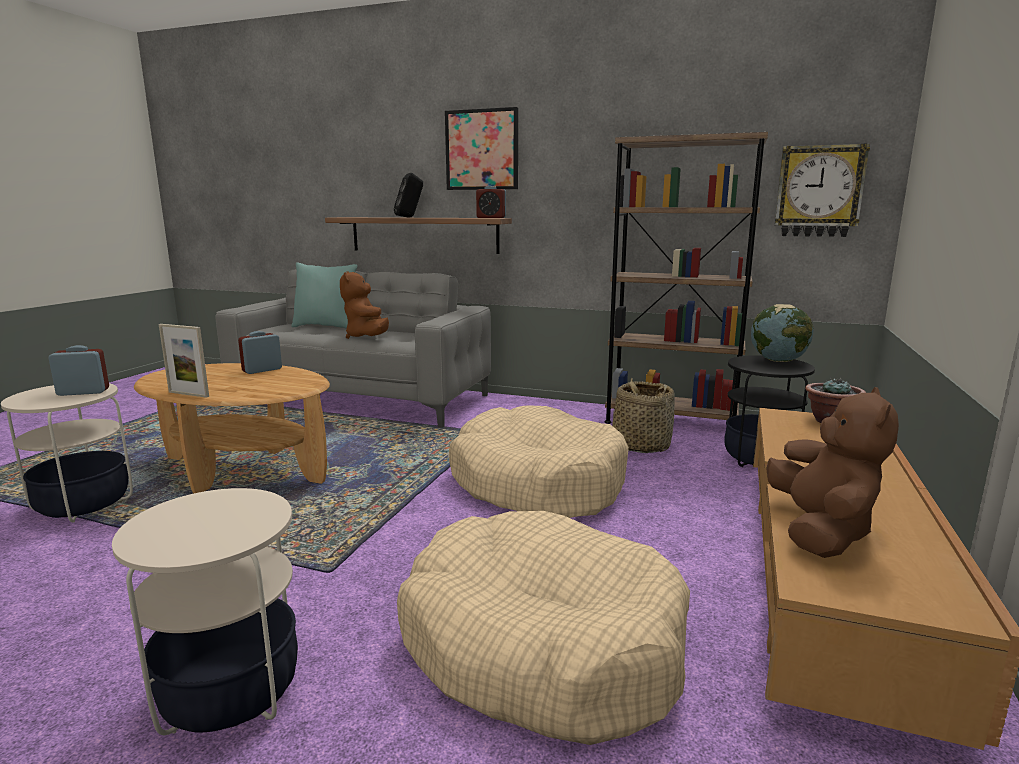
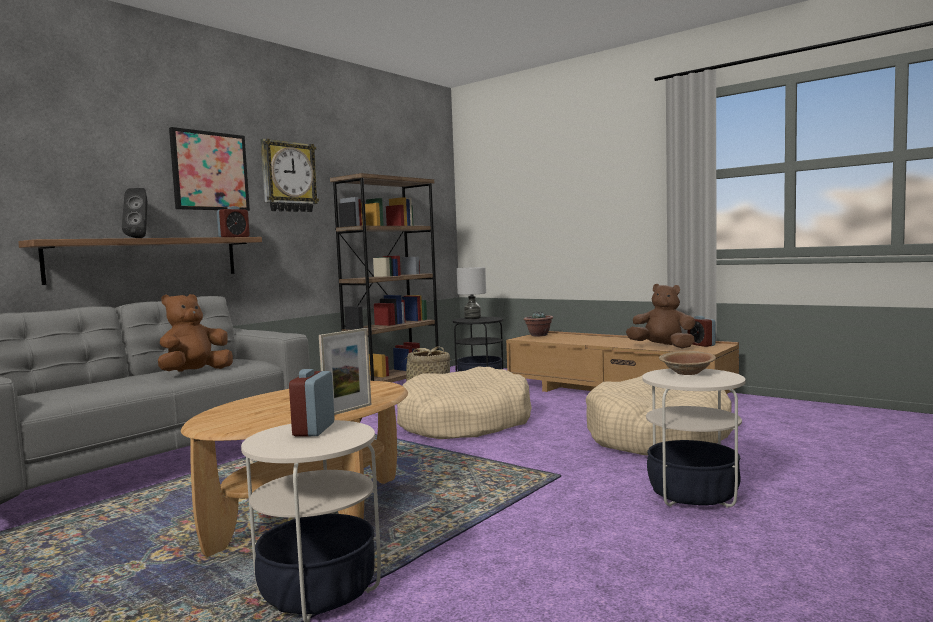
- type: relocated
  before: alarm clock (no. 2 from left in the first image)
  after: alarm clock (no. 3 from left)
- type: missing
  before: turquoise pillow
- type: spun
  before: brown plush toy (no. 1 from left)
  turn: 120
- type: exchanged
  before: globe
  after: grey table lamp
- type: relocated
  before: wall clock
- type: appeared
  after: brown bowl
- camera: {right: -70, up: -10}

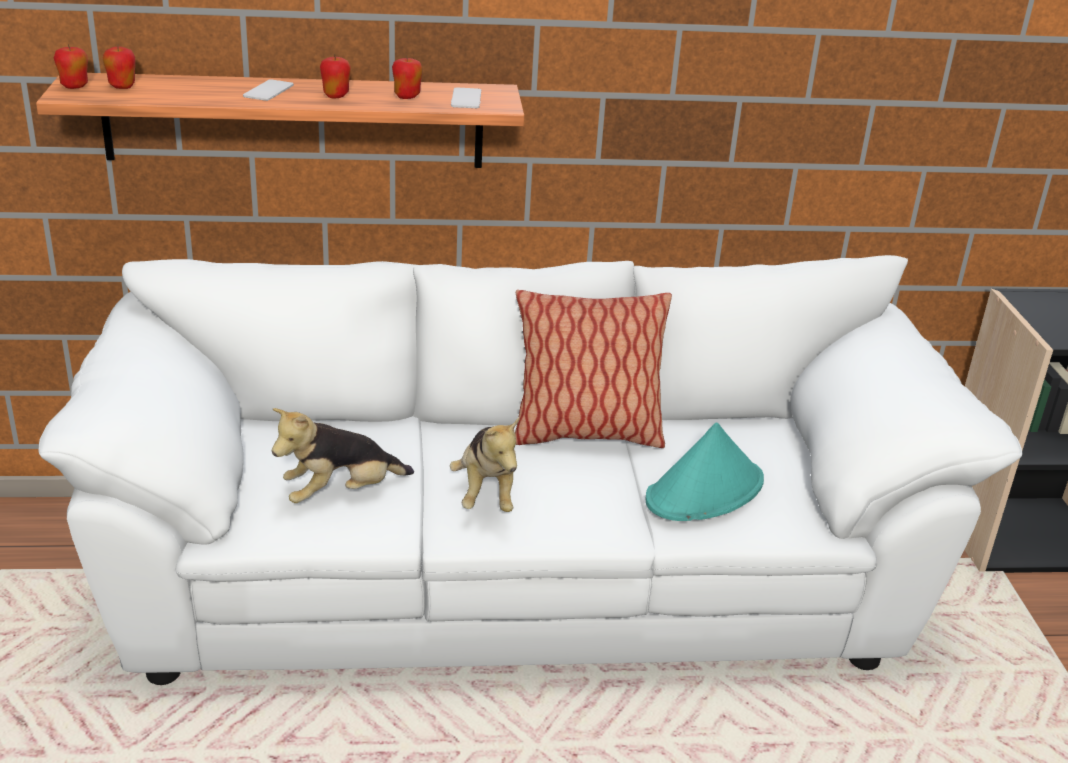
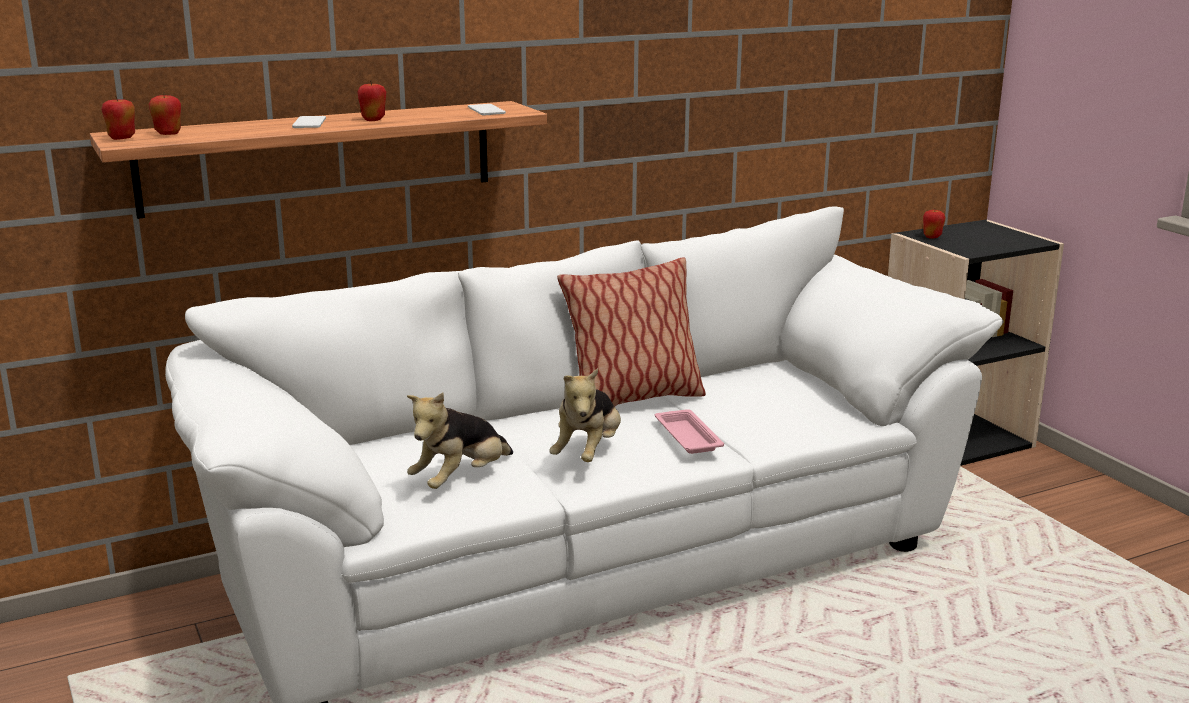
- type: relocated
  before: apple (no. 4 from left)
- type: spun
  before: plush toy (no. 2 from left)
  turn: 45
- type: missing
  before: turquoise hat
- type: appeared
  after: pink tray
- camera: {right: -20, up: -10}

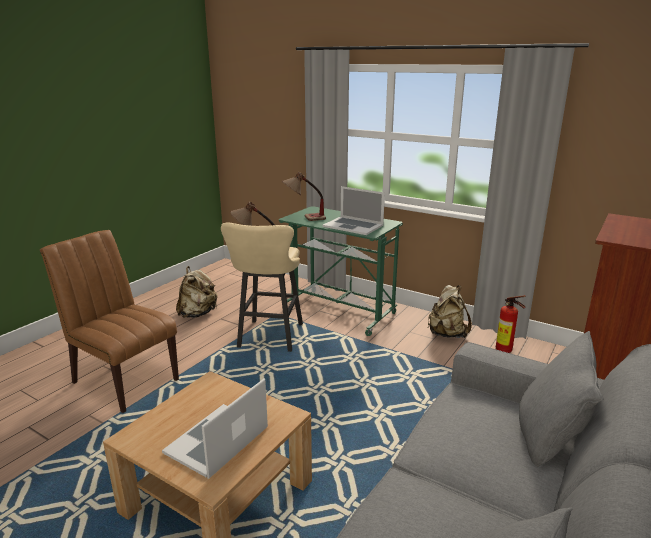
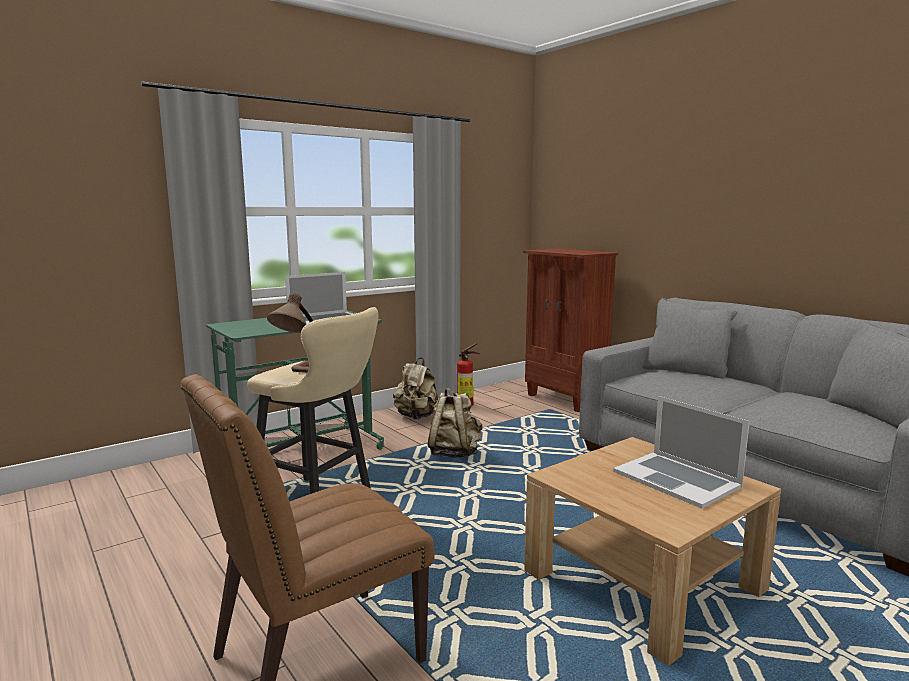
- type: relocated
  before: beige backpack (no. 1 from left in the first image)
  after: beige backpack (no. 2 from left)
- type: missing
  before: table lamp (no. 2 from left)
- camera: {right: -70, up: -10}

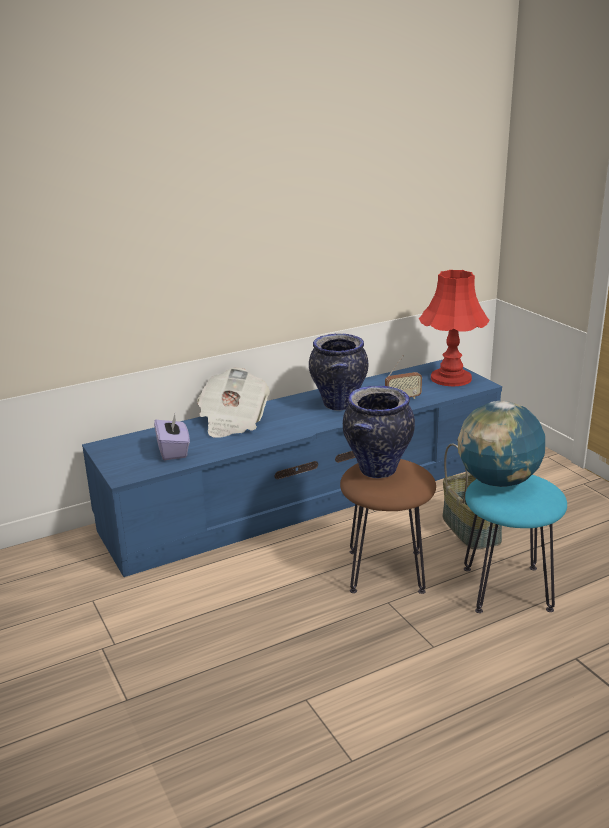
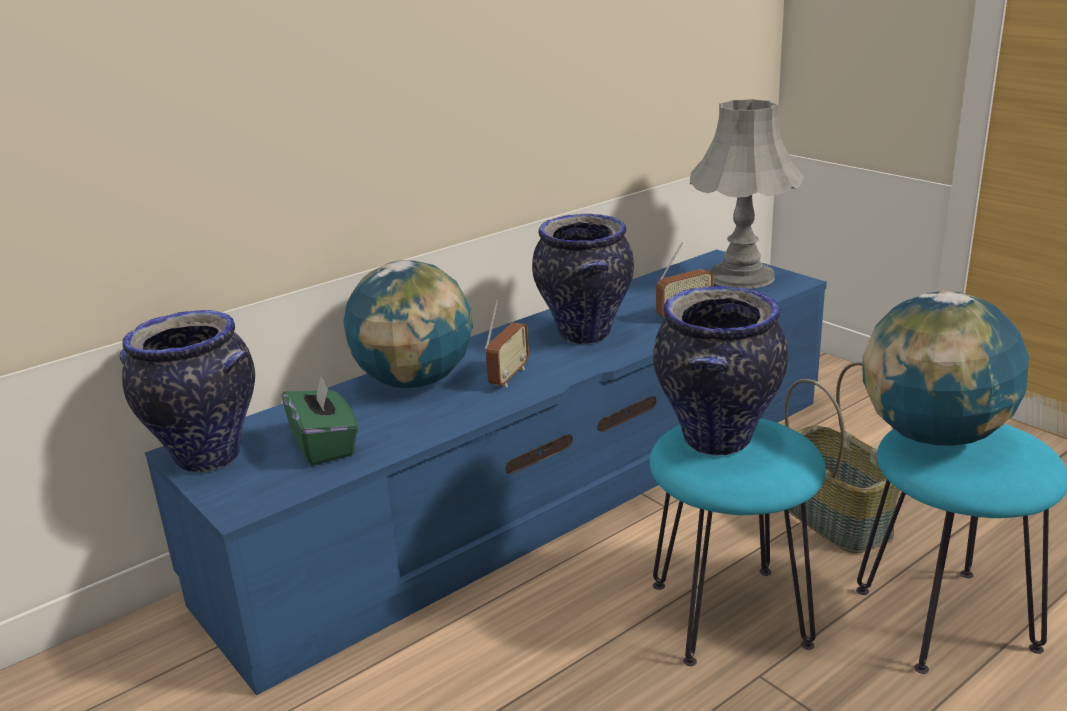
- type: colour
  before: purple tissue box
  after: green tissue box
- type: exchanged
  before: newspaper
  after: globe (no. 1 from left)
- type: colour
  before: brown stool
  after: turquoise stool (no. 1 from left)
- type: colour
  before: red table lamp
  after: grey table lamp
- type: appeared
  after: vase (no. 1 from left)
- type: appeared
  after: radio (no. 1 from left)
- camera: {right: -10, up: 0}

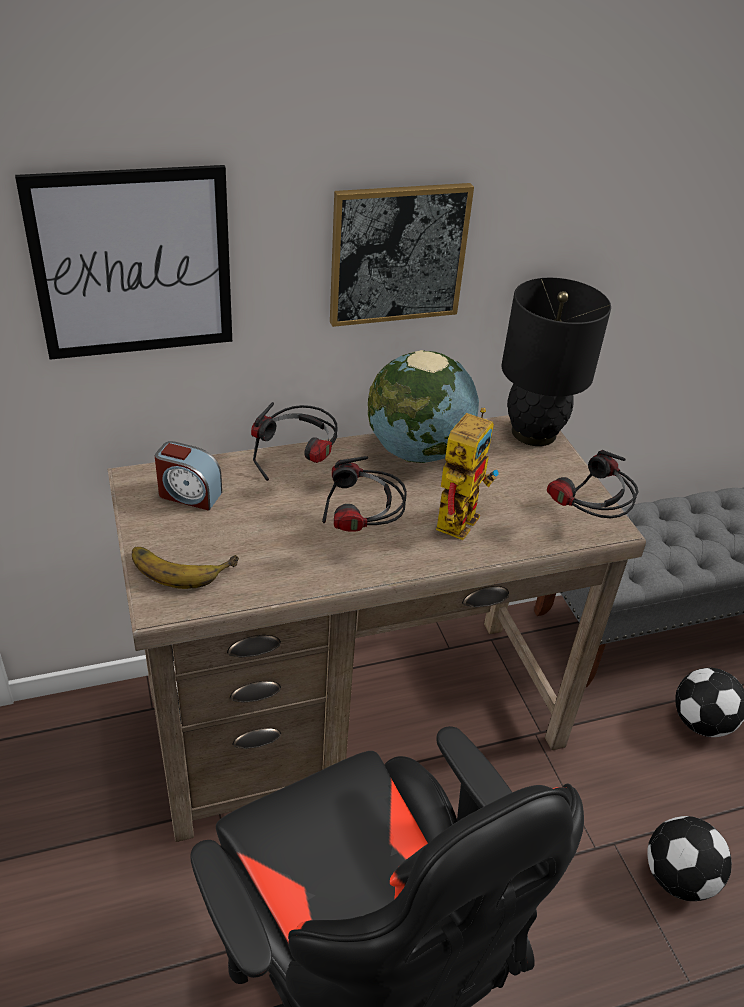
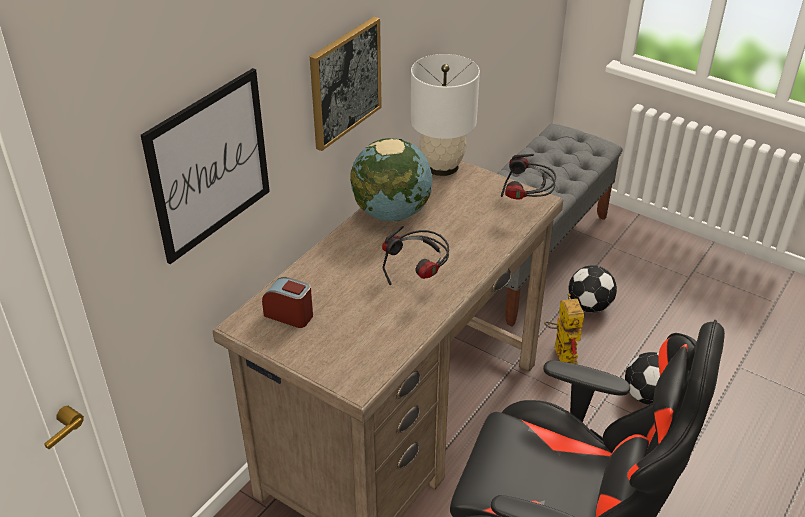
- type: missing
  before: banana
- type: spun
  before: alarm clock
  turn: -135
- type: missing
  before: headphones (no. 1 from left)
- type: relocated
  before: toy robot
- type: colour
  before: black table lamp
  after: white table lamp
- camera: {right: -35, up: 0}

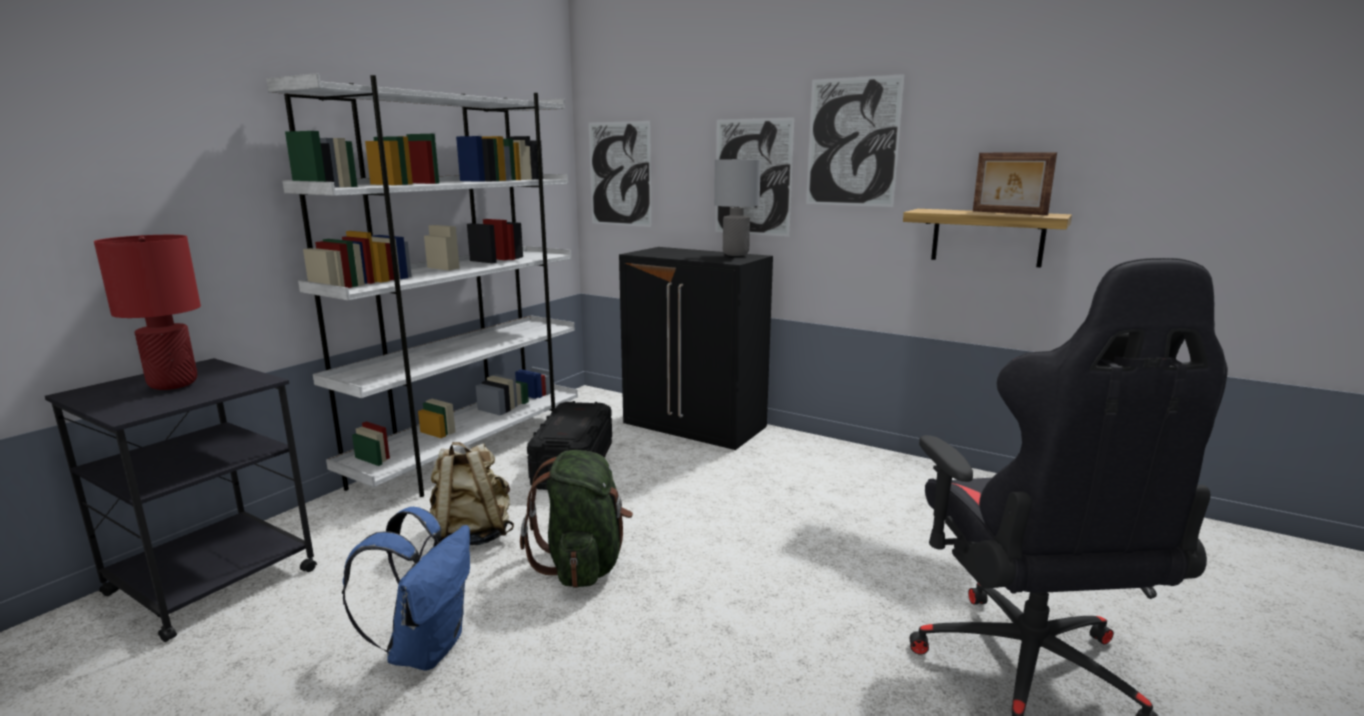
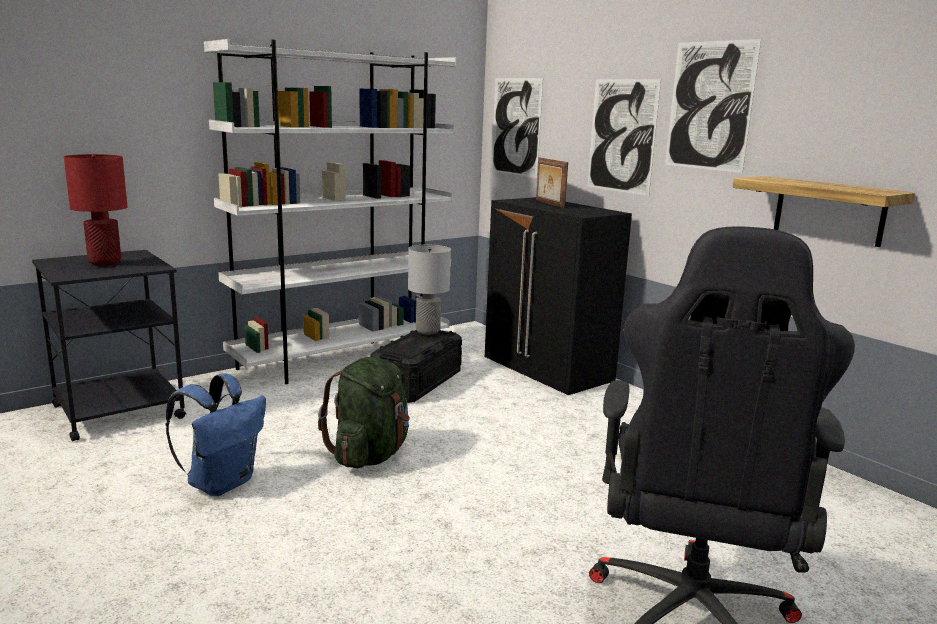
- type: missing
  before: beige backpack
- type: relocated
  before: grey table lamp
- type: relocated
  before: picture frame
- camera: {right: 20, up: 0}

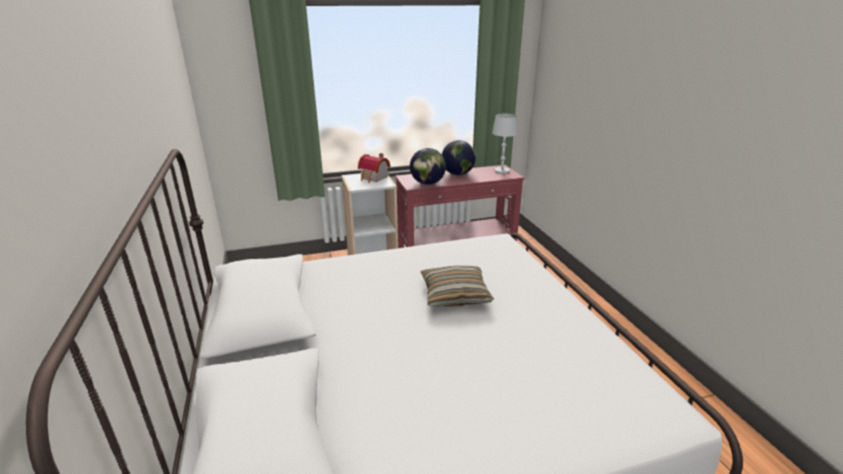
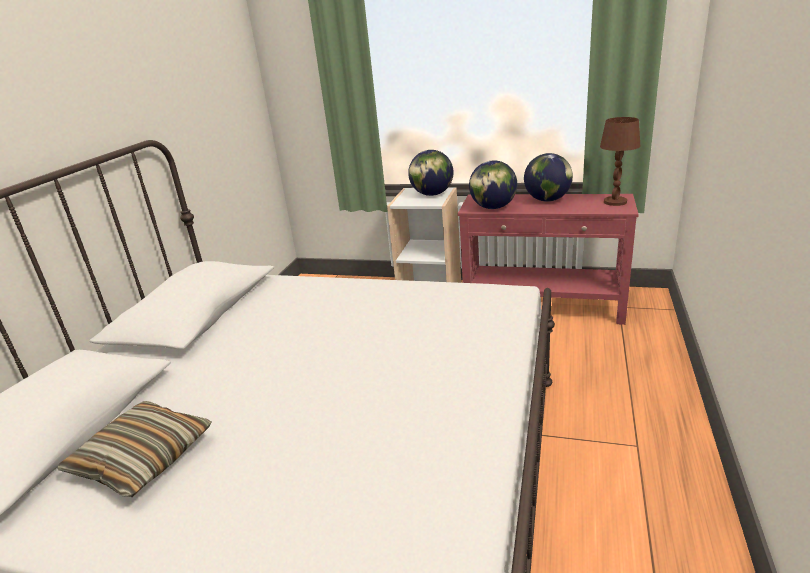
- type: exchanged
  before: toy house
  after: globe (no. 1 from left)
- type: relocated
  before: pillow
- type: colour
  before: white table lamp
  after: brown table lamp
- camera: {right: 35, up: 0}

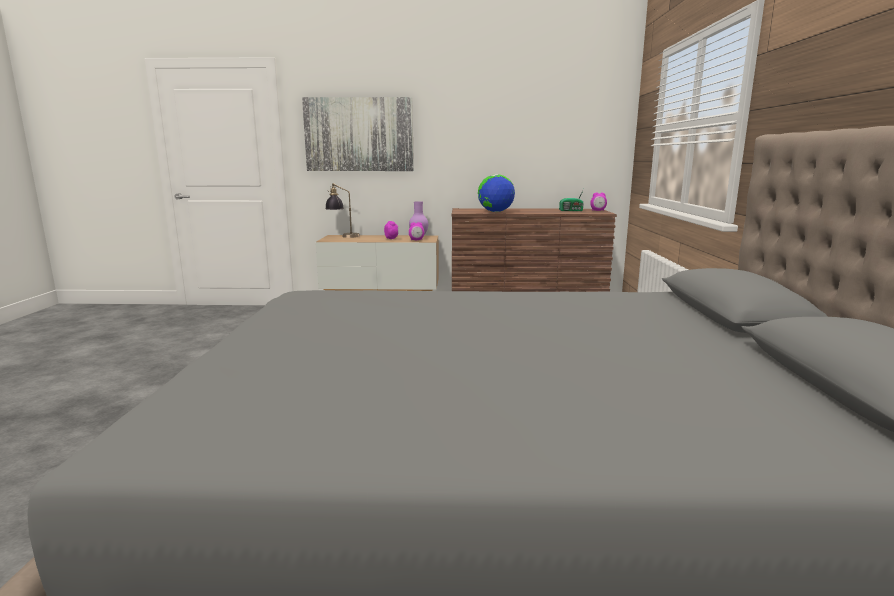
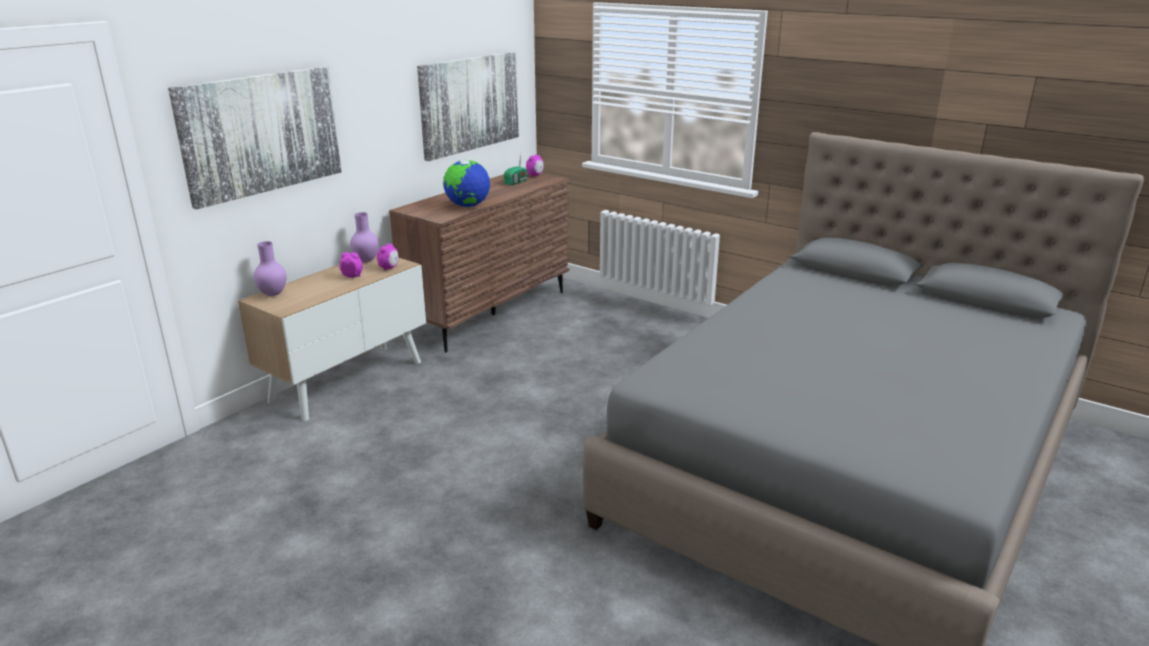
- type: exchanged
  before: table lamp
  after: purple vase (no. 1 from left)
- type: appeared
  after: picture (no. 2 from left)
- camera: {right: -55, up: 10}

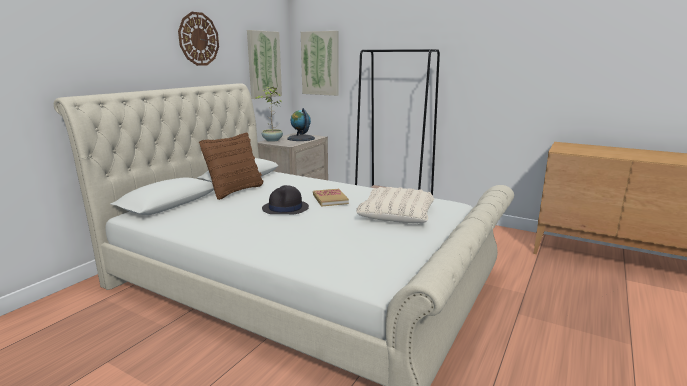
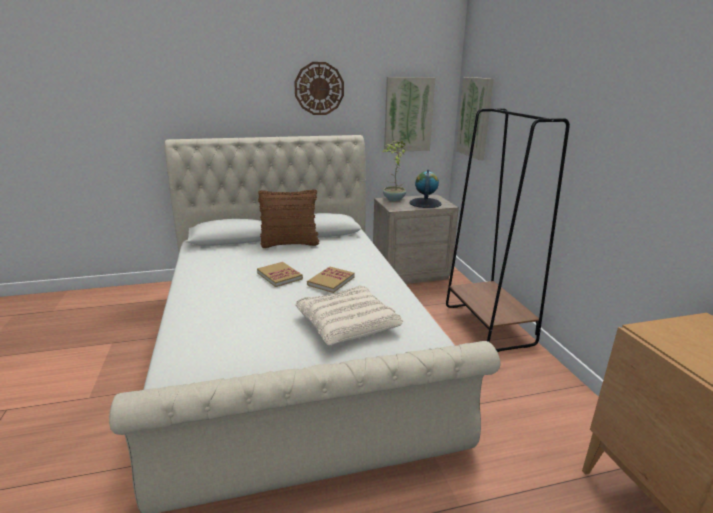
- type: exchanged
  before: black hat
  after: book (no. 1 from left)
- camera: {right: 45, up: 5}

